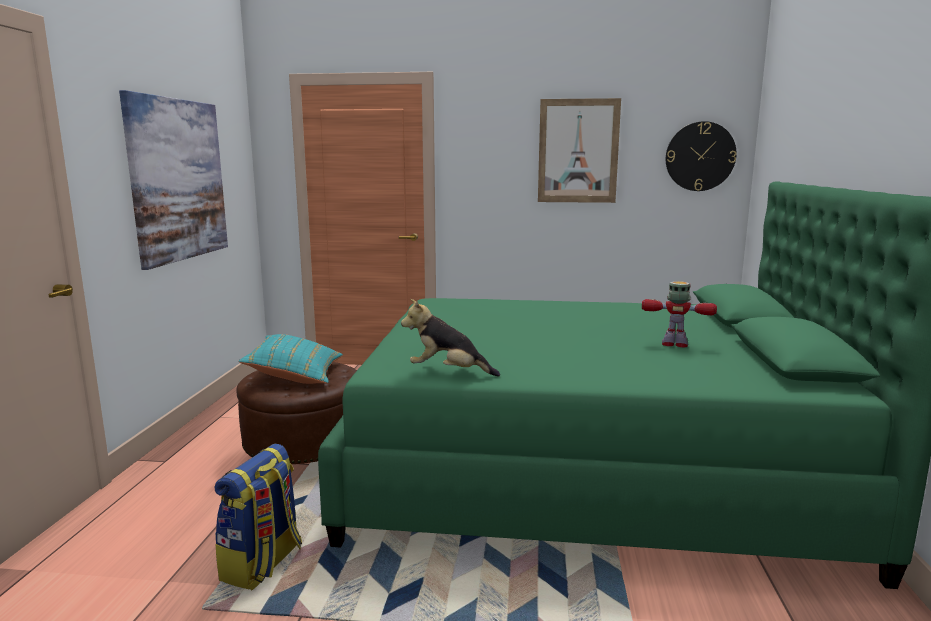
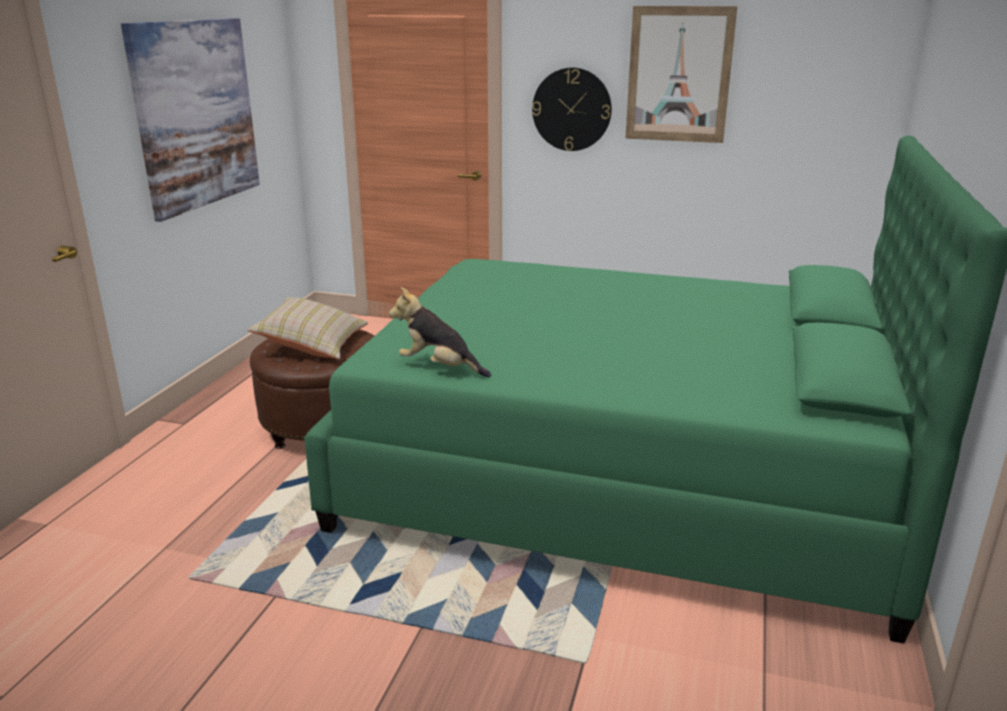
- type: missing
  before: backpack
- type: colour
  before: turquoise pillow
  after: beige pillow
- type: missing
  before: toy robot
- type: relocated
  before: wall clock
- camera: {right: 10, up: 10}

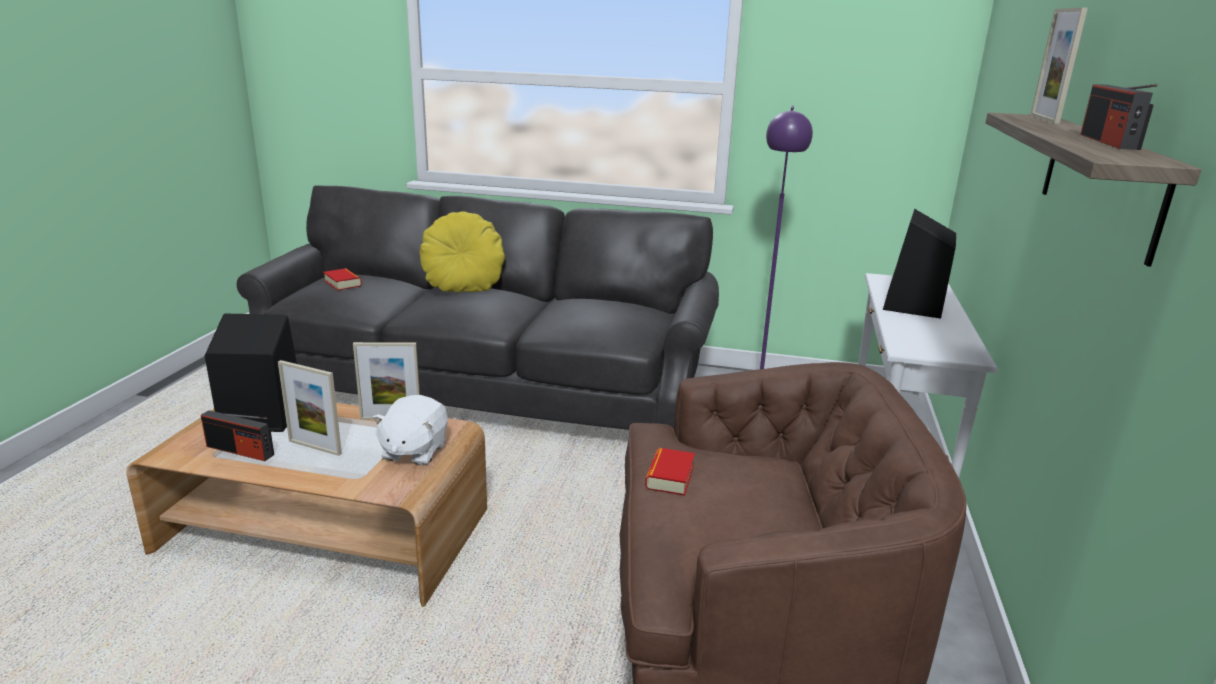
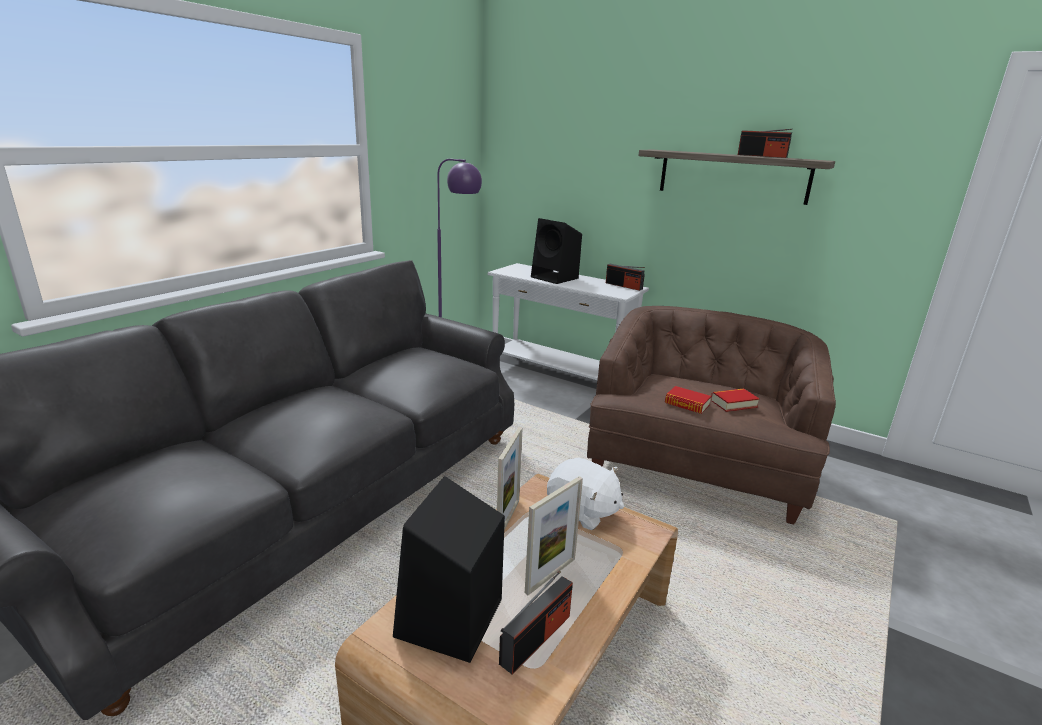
- type: relocated
  before: book (no. 1 from left in the first image)
  after: book (no. 2 from left)
- type: missing
  before: yellow pillow
- type: missing
  before: picture frame (no. 3 from left)
- type: appeared
  after: radio (no. 2 from left)
- camera: {right: -70, up: 0}

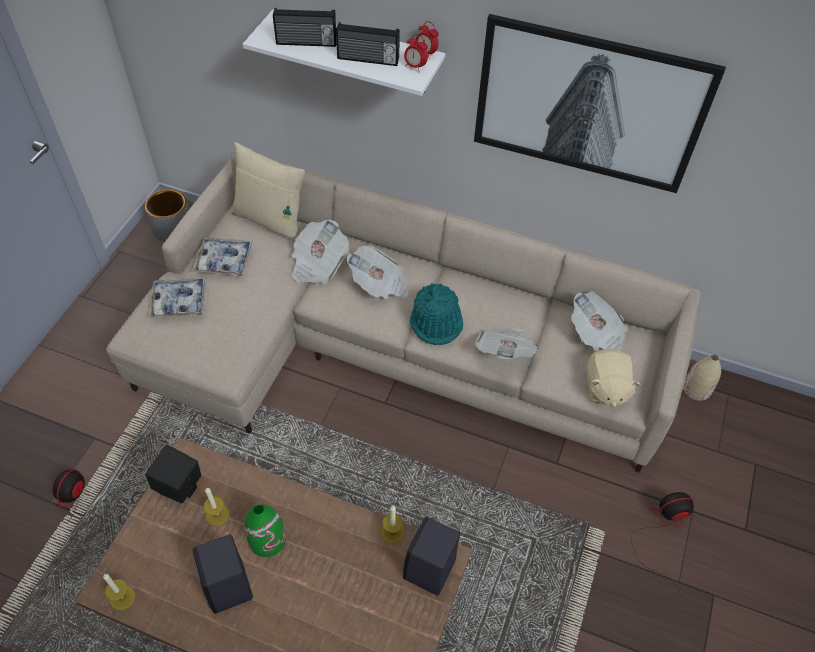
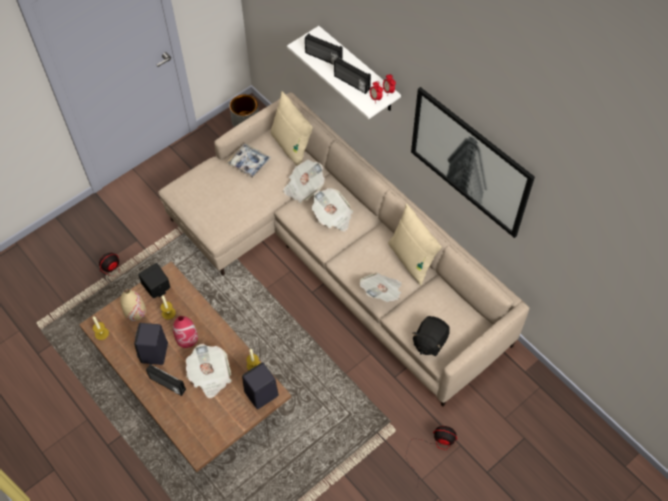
- type: missing
  before: tray (no. 1 from left)
- type: colour
  before: green vase
  after: red vase
- type: missing
  before: turquoise hat
- type: relocated
  before: newspaper (no. 4 from left in the first image)
  after: newspaper (no. 1 from left)
- type: colour
  before: beige plush toy
  after: black plush toy
- type: relocated
  before: beige vase
- type: appeared
  after: radio (no. 1 from left)
- type: appeared
  after: beige pillow (no. 2 from left)
- camera: {right: 30, up: 5}

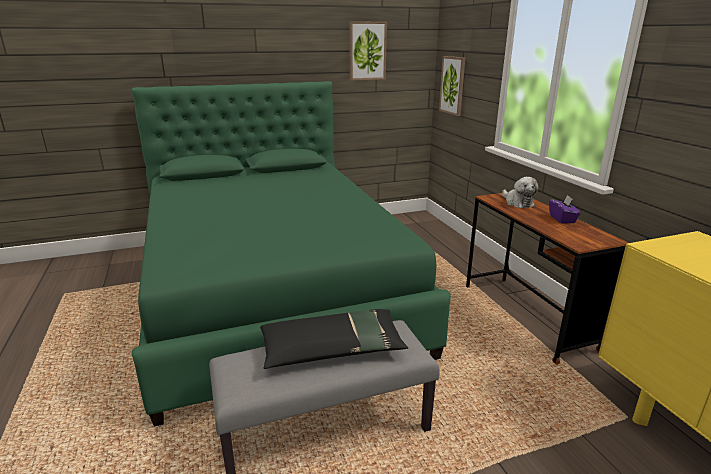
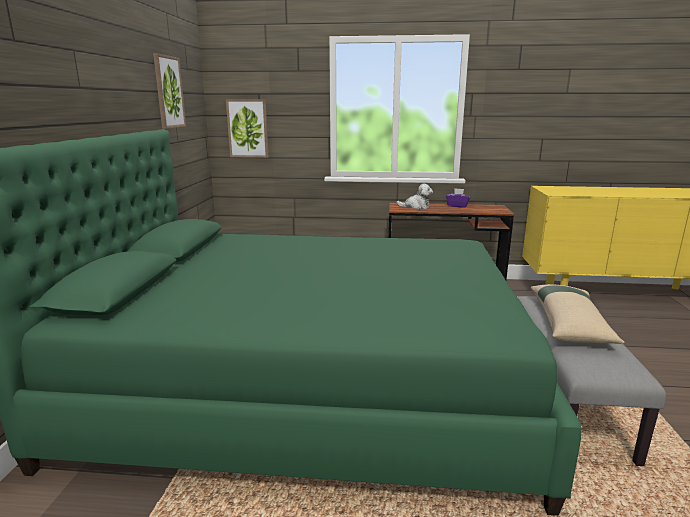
- type: colour
  before: black pillow
  after: beige pillow
- camera: {right: -65, up: -5}

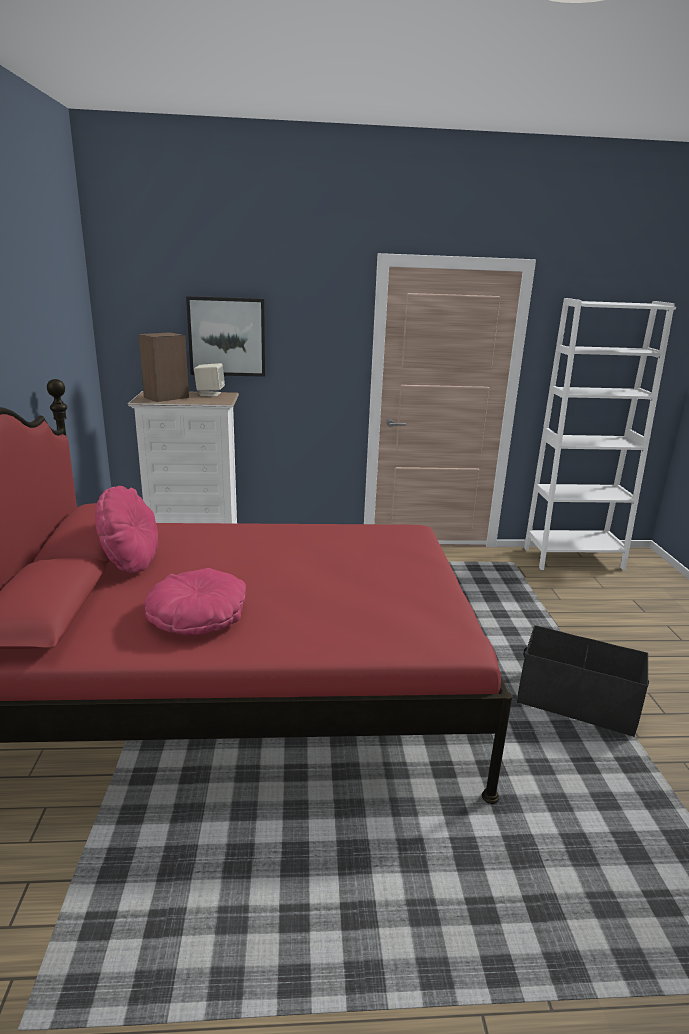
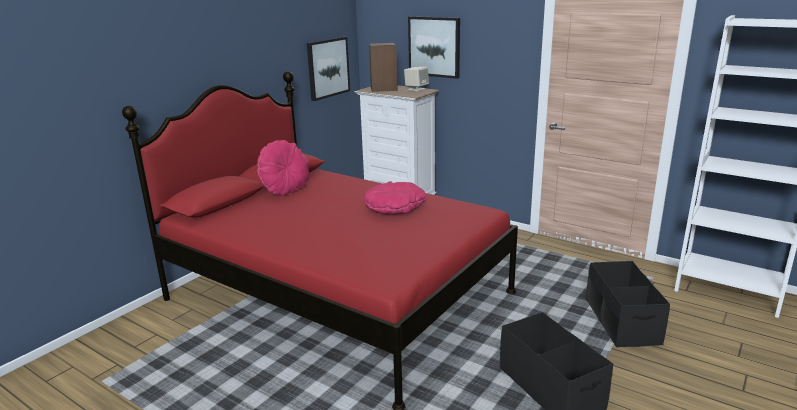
- type: relocated
  before: pink pillow (no. 2 from left)
- type: appeared
  after: picture (no. 1 from left)
- type: appeared
  after: black storage box (no. 2 from left)
- camera: {right: 40, up: 0}

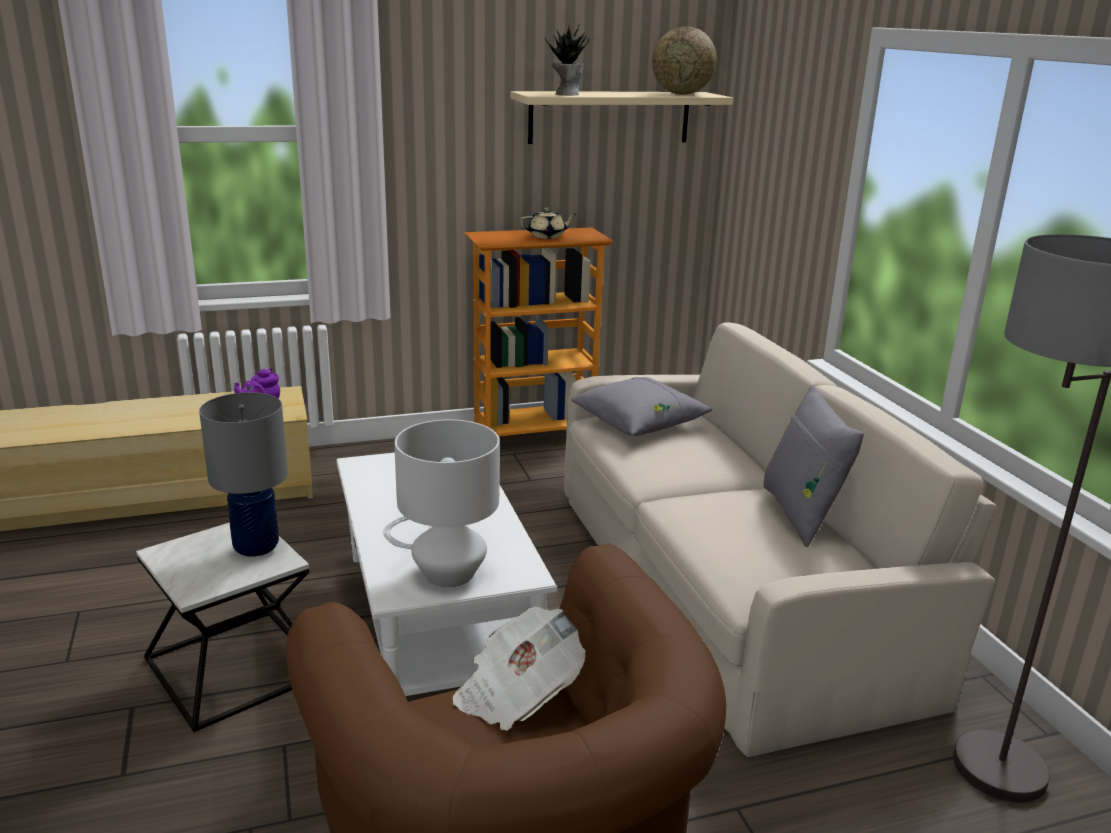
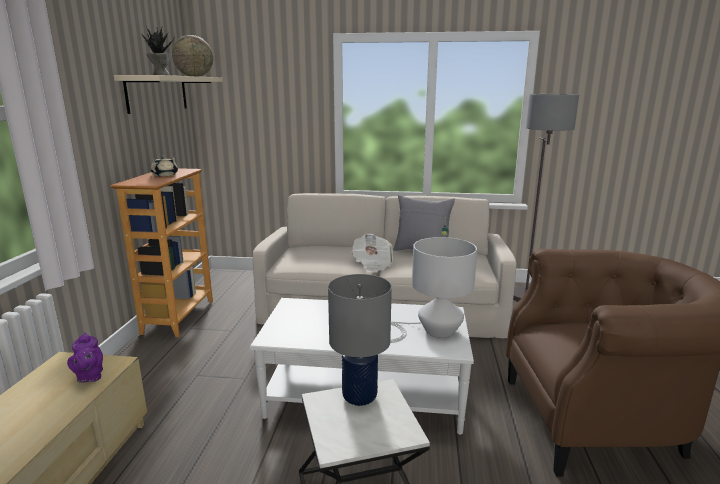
- type: relocated
  before: newspaper
- type: missing
  before: grey pillow (no. 1 from left)
- camera: {right: -65, up: -5}

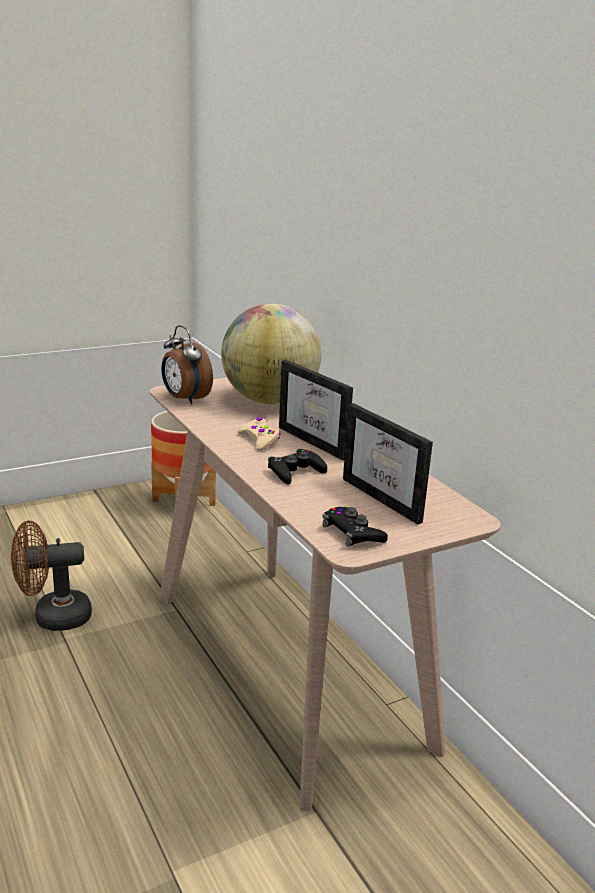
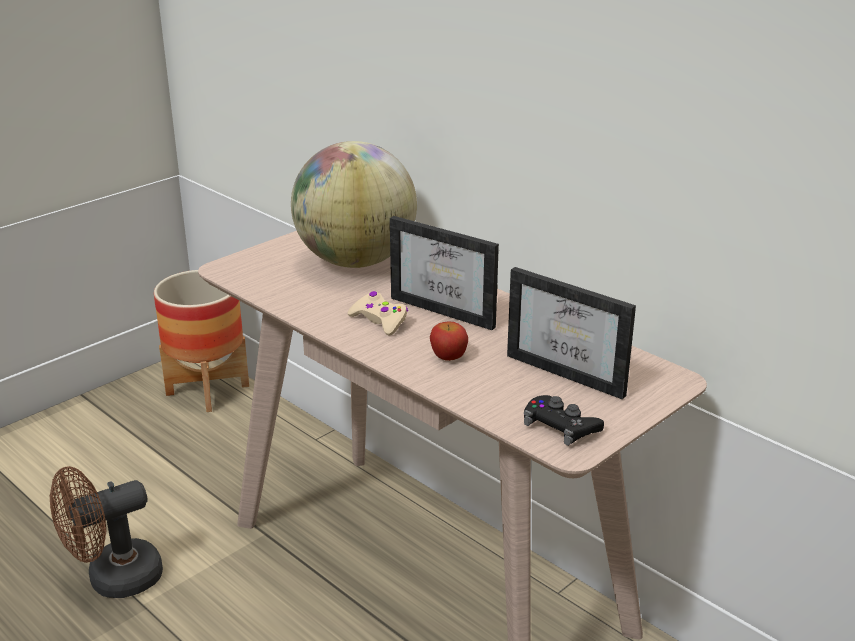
- type: missing
  before: alarm clock
- type: exchanged
  before: black game controller (no. 1 from left)
  after: apple
- camera: {right: -15, up: 5}

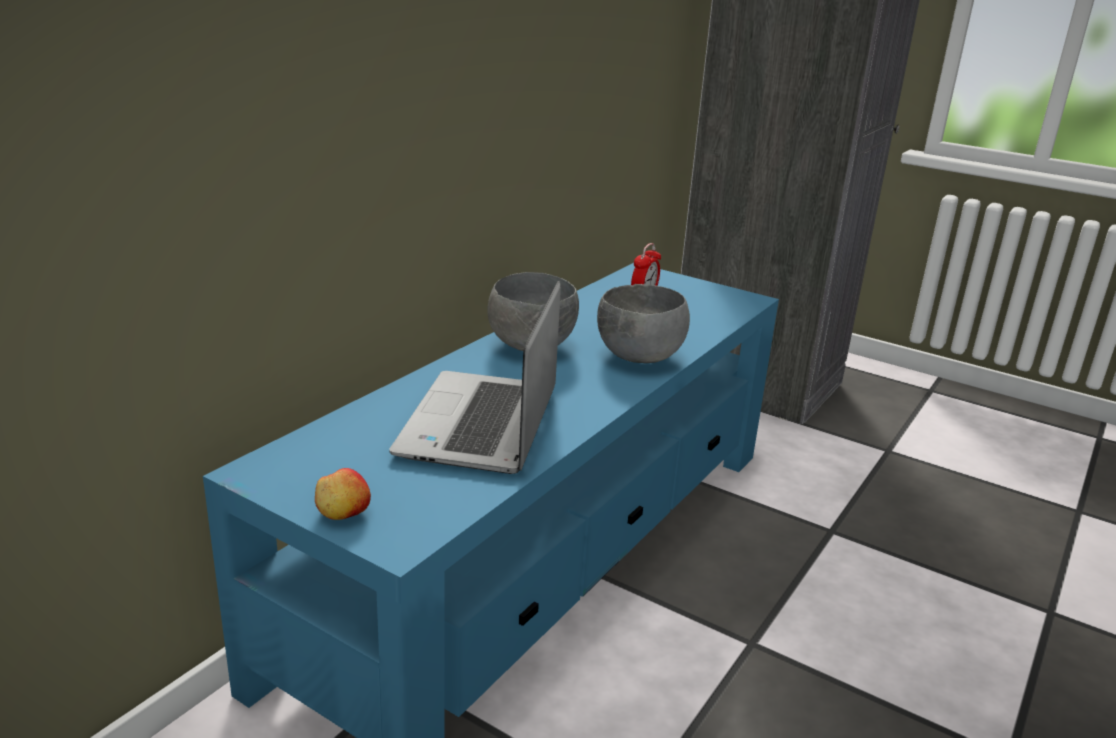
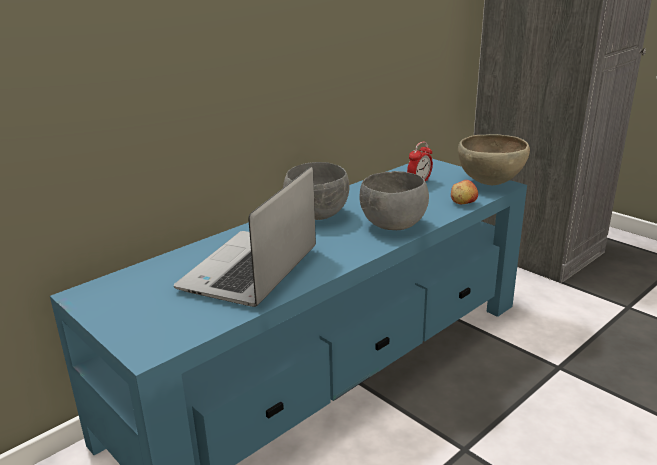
- type: relocated
  before: apple
- type: appeared
  after: brown bowl
- camera: {right: 15, up: 0}

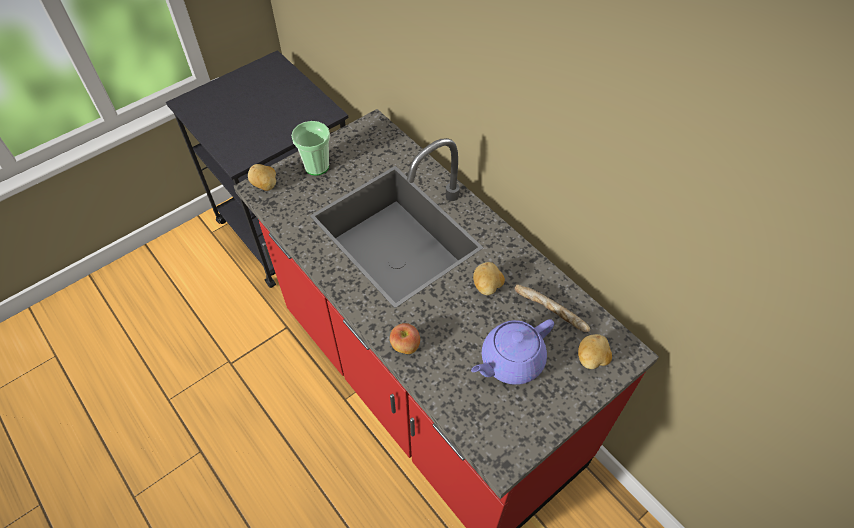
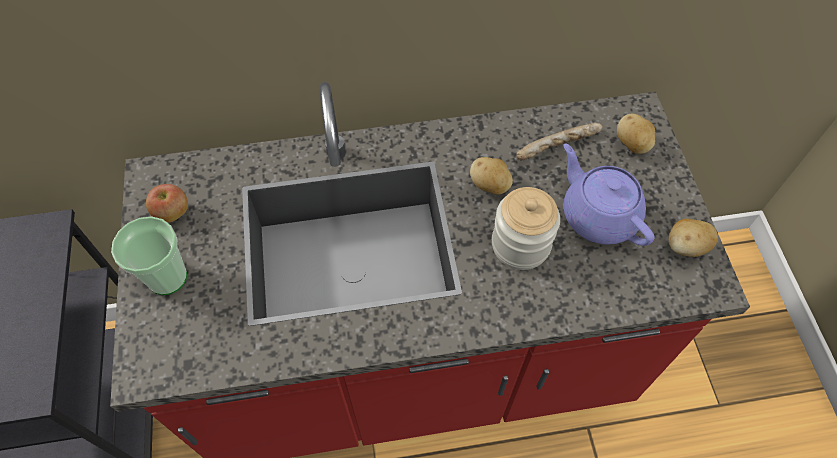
- type: relocated
  before: potato (no. 1 from left in the first image)
  after: potato (no. 3 from left)
- type: relocated
  before: apple
- type: spun
  before: purple teapot
  turn: 150
- type: appeared
  after: jar
- camera: {right: -60, up: 5}

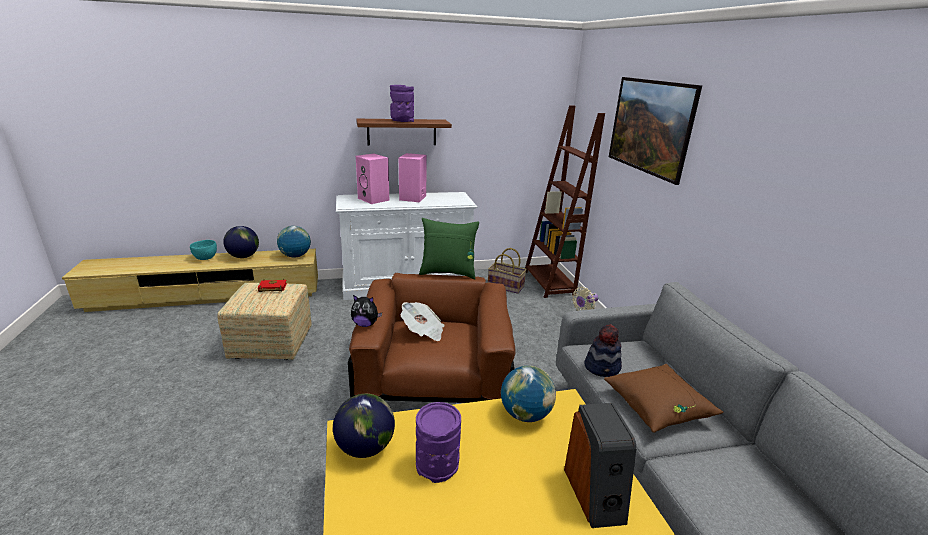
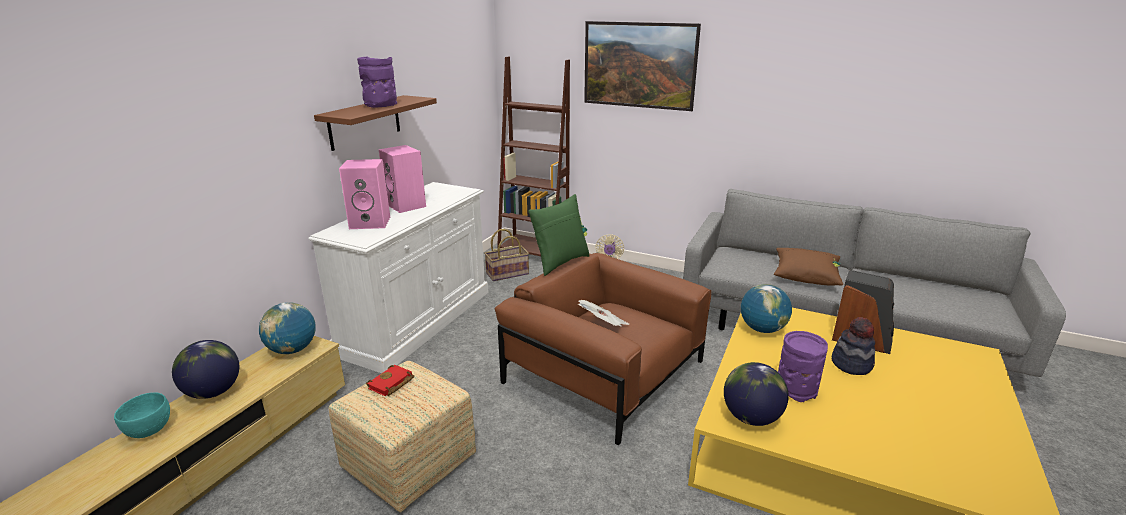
- type: missing
  before: plush toy
- type: relocated
  before: hat
- camera: {right: -50, up: 0}

